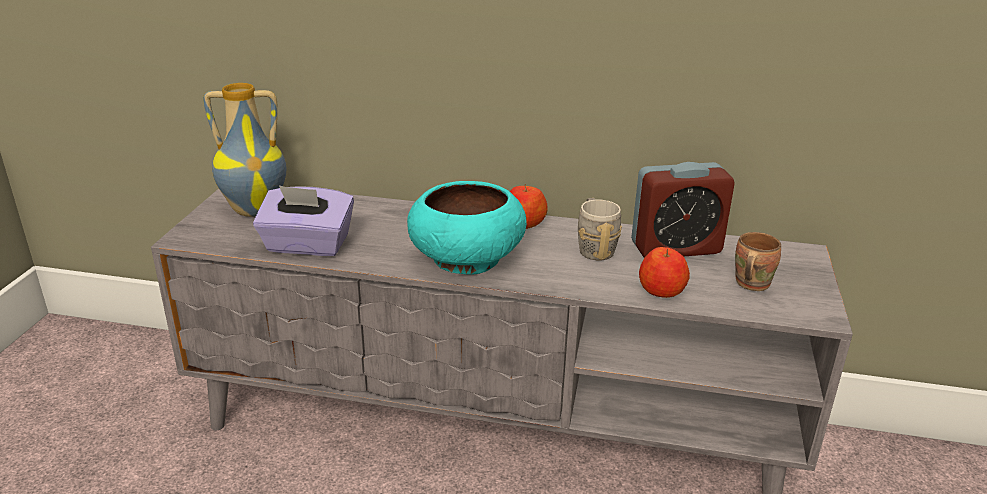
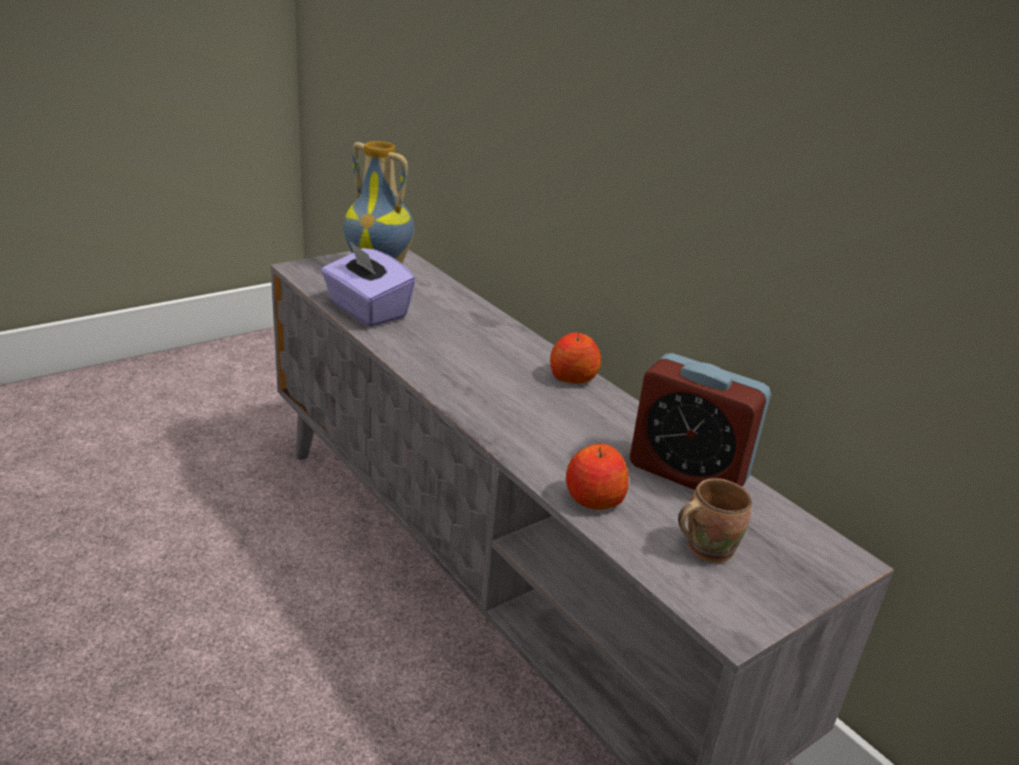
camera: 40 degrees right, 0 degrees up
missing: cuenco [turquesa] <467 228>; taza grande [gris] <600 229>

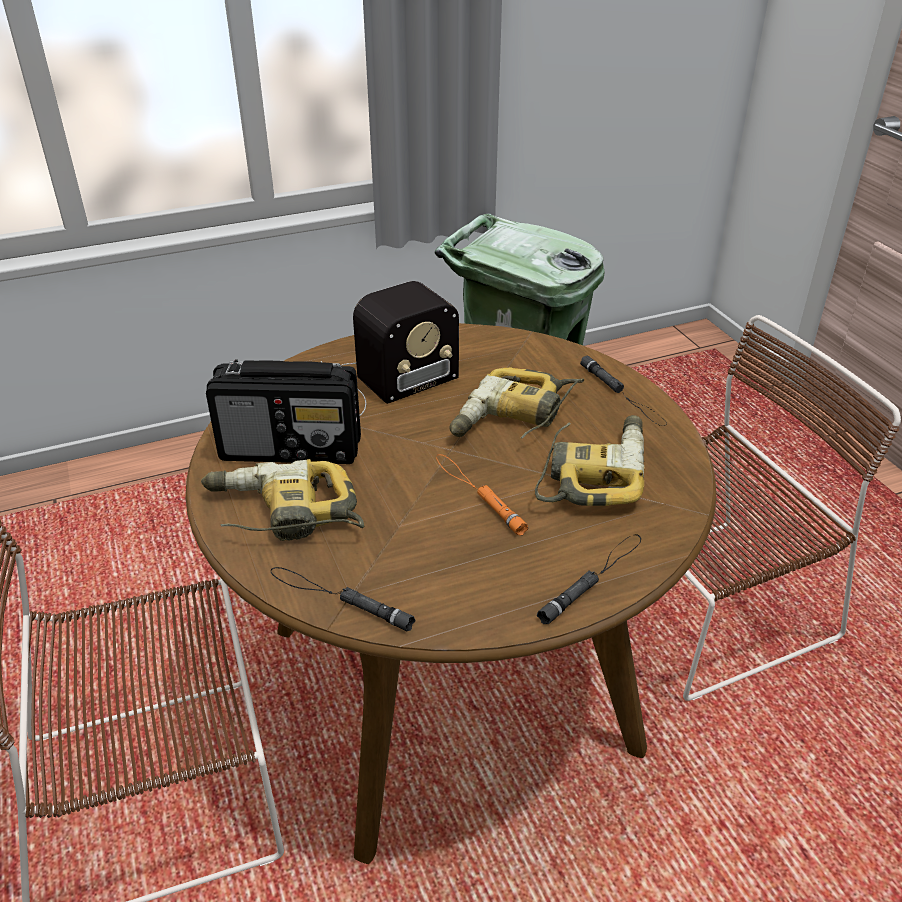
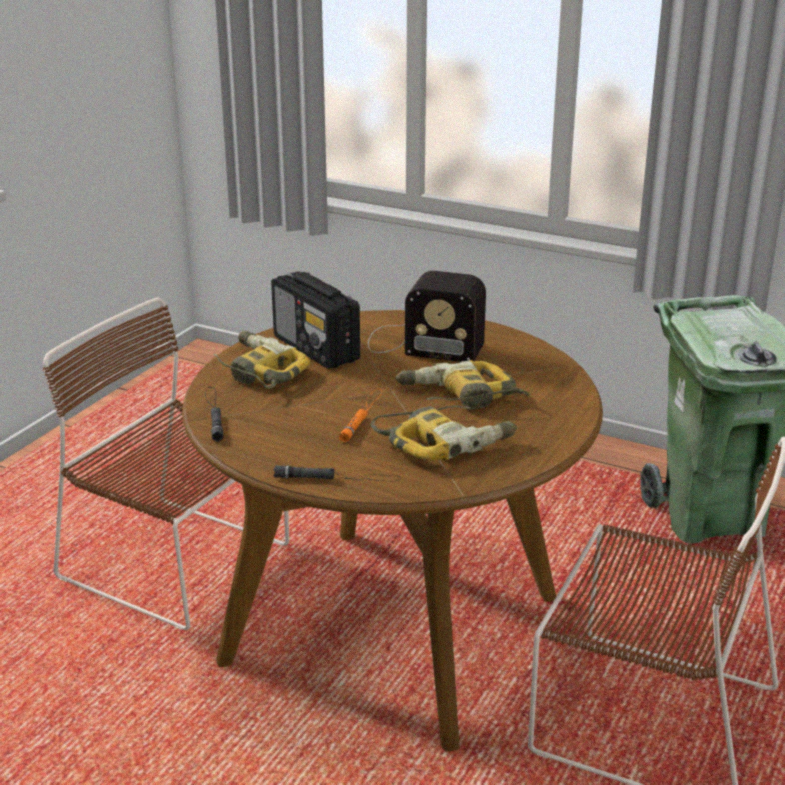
camera: 50 degrees right, 10 degrees down
missing: linterna [negro] <623 390>

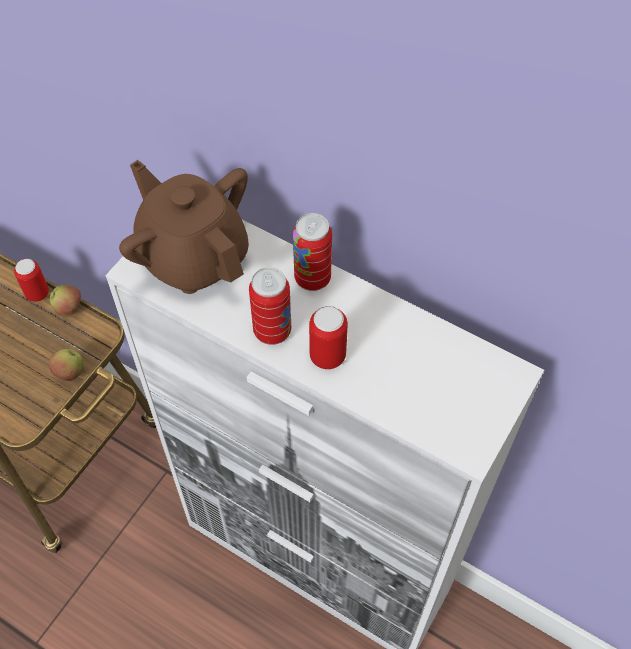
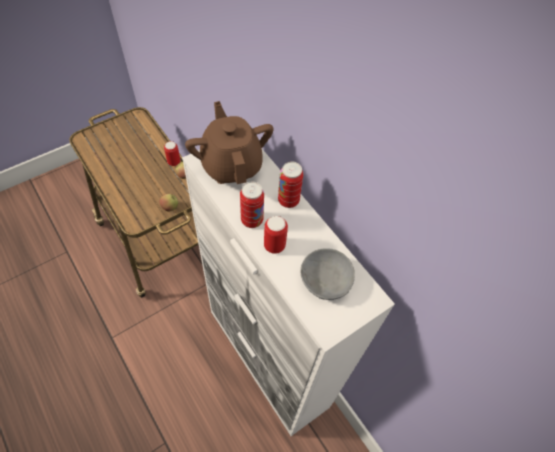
camera: 20 degrees right, 0 degrees up
appeared: cuenco [gris] <328 274>

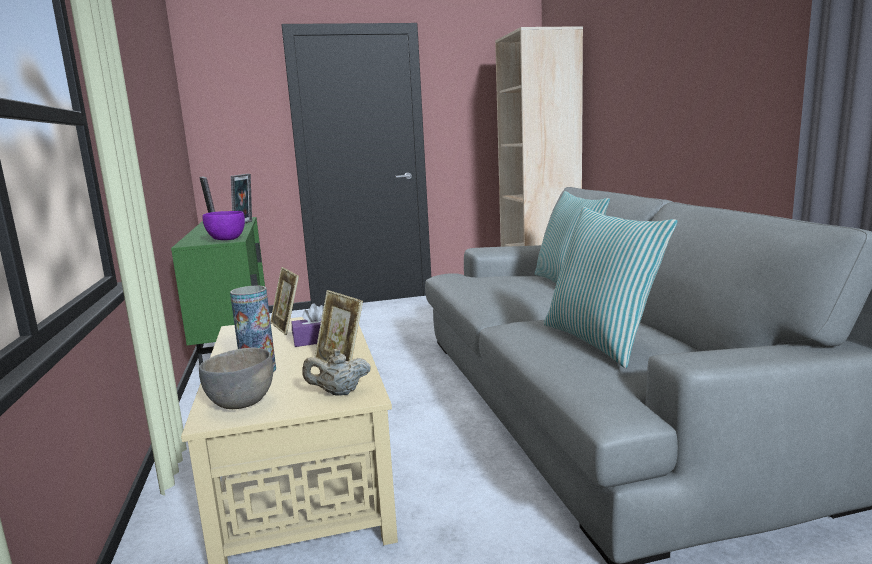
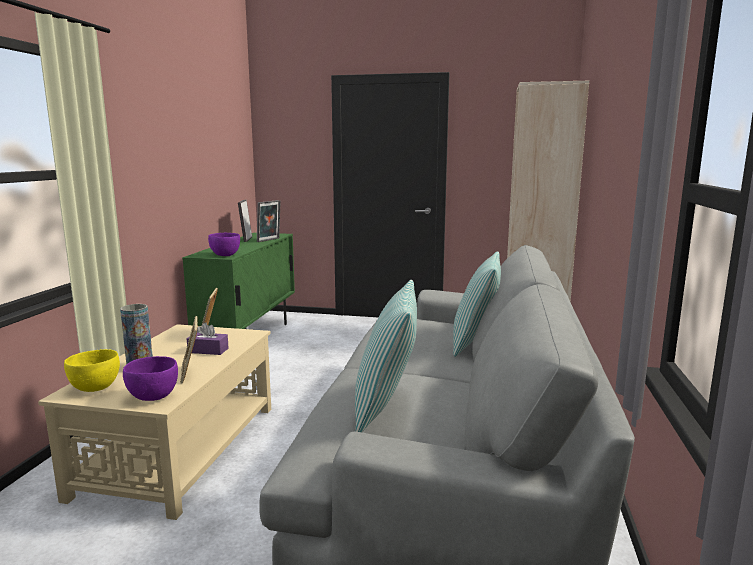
camera: 25 degrees right, 0 degrees up
exchanged: tetera [beis] <336 372> to cuenco [morado] <150 378>
colour: cuenco [gris] <236 378> to cuenco [amarillo] <92 370>

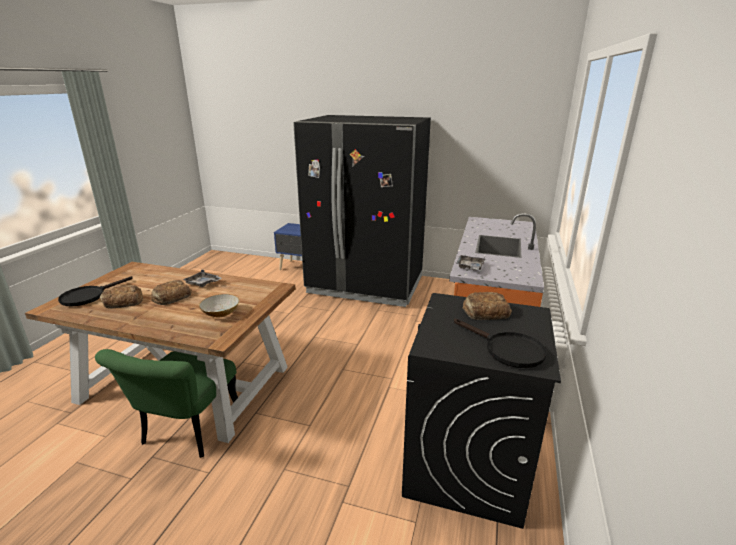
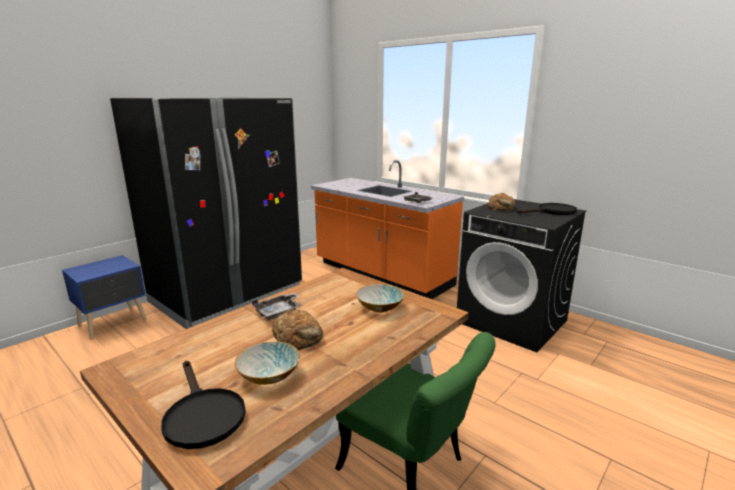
camera: 65 degrees left, 5 degrees down
exchanged: pan <121 297> to cuenco <267 363>

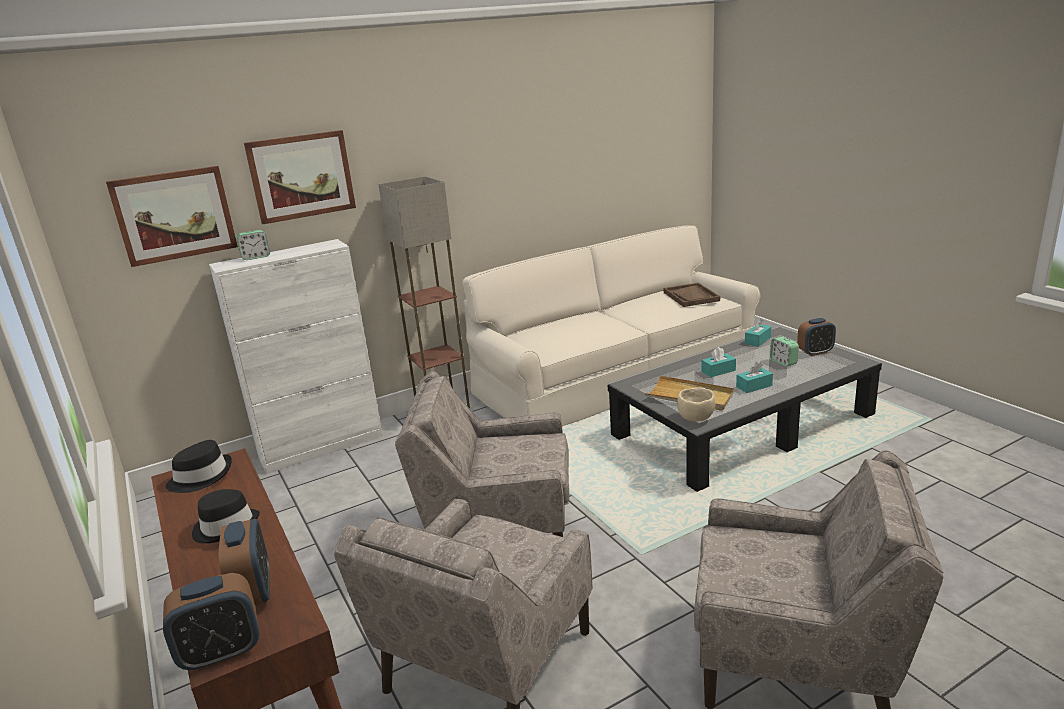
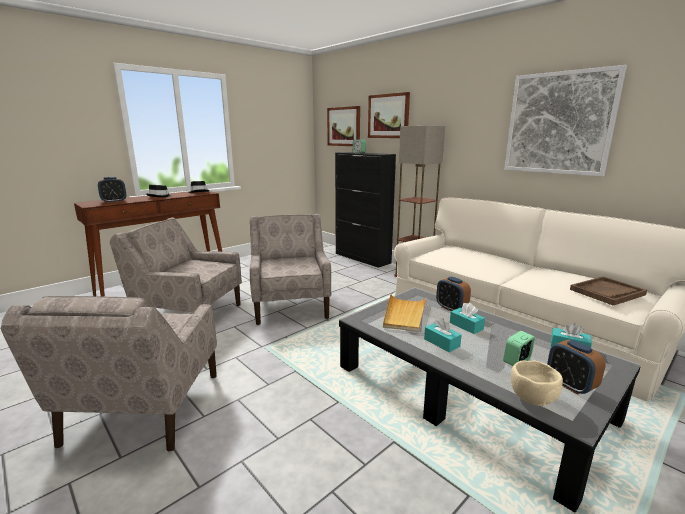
camera: 75 degrees right, 5 degrees down
appeared: cuadro <565 120>
relocated: despertador <211 622> to <453 294>; cuenco [beis] <696 404> to <537 383>
colour: armario [blanco] <296 356> to armario [negro] <365 210>

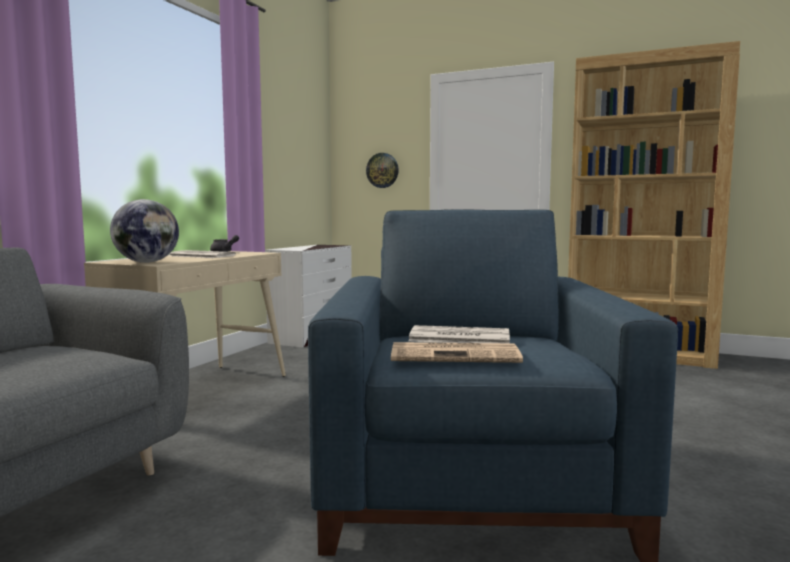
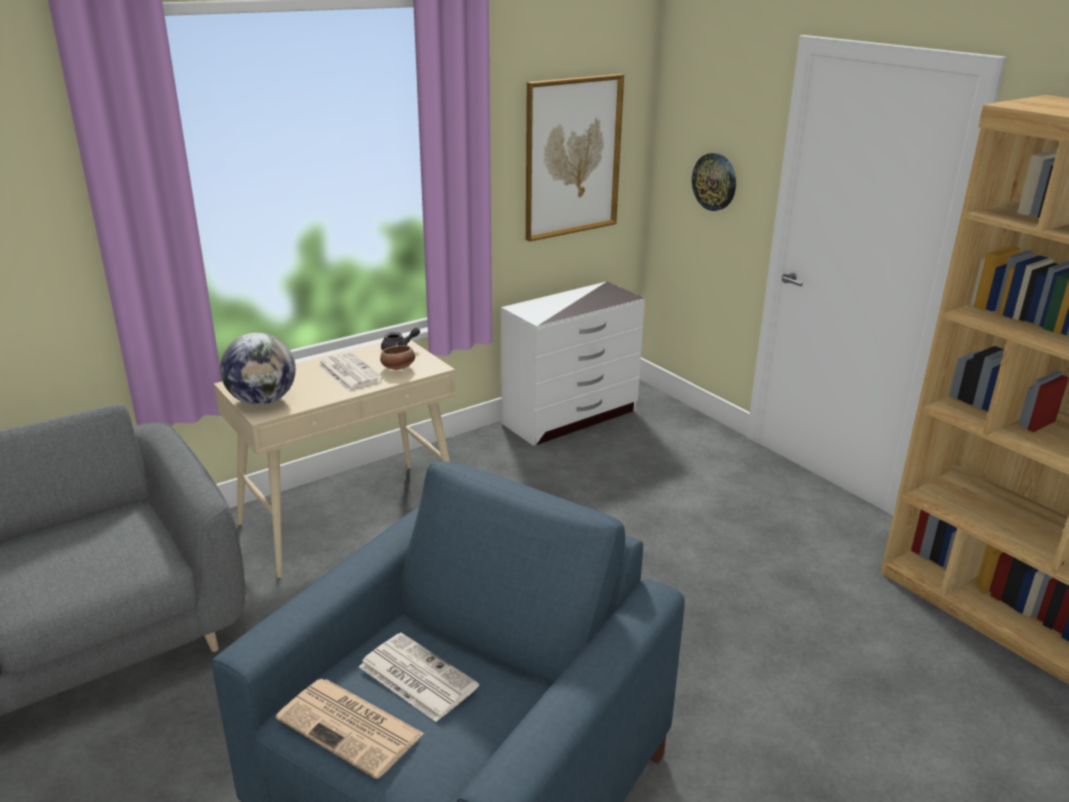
camera: 30 degrees right, 20 degrees up
appeared: cuenco <397 357>; cuadro <575 158>

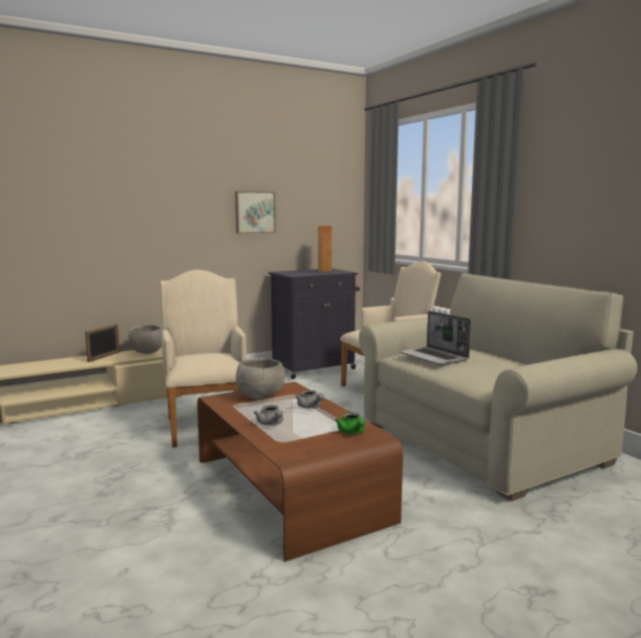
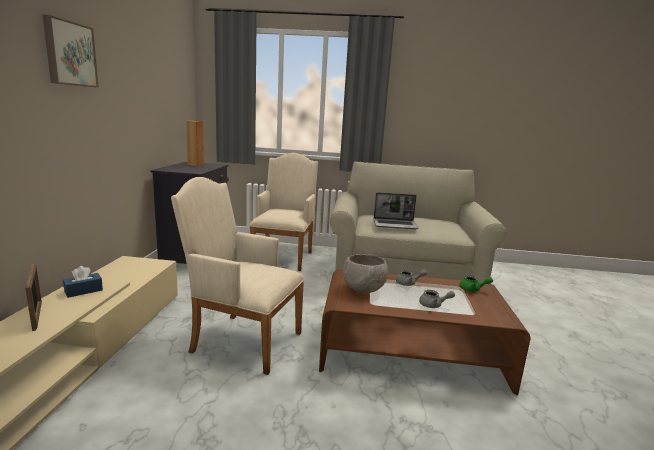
camera: 55 degrees left, 5 degrees up
relocated: cuadro <255 212> to <71 51>
exchanged: cuenco [gris] <145 339> to caja de pañuelos [azul] <83 282>

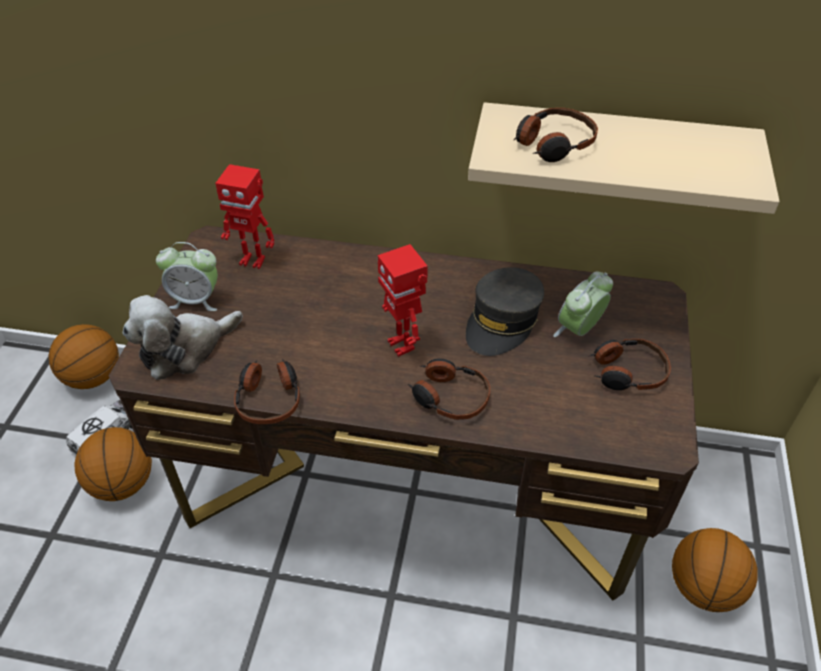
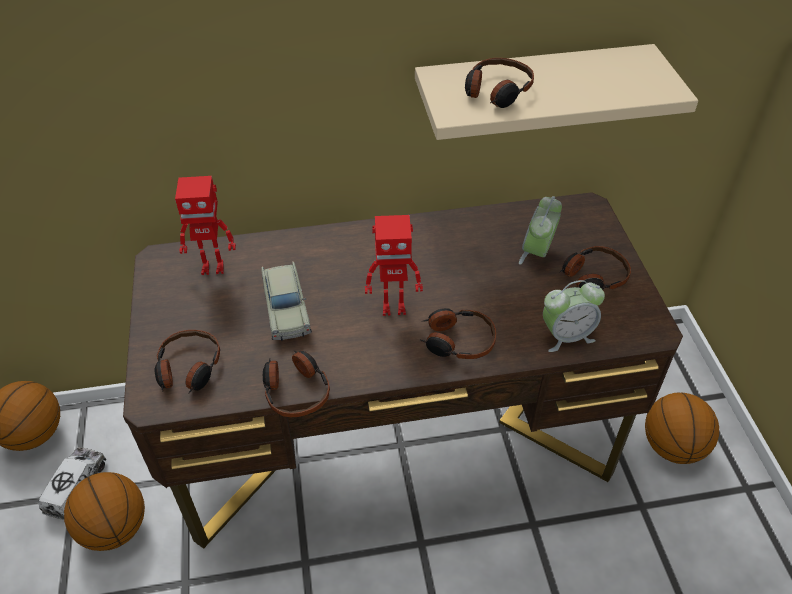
camera: 20 degrees left, 0 degrees up
missing: gorra [gris] <505 311>
appeared: coche de juguete [beis] <286 301>
relocated: despertador <187 276> to <574 316>
exchanged: peluche <182 337> to auriculares <187 362>
spun: robot de juguete <403 300> = <394 265> 45 degrees counterclockwise

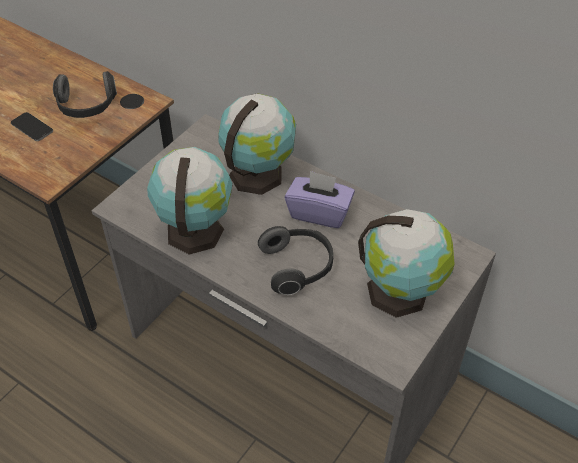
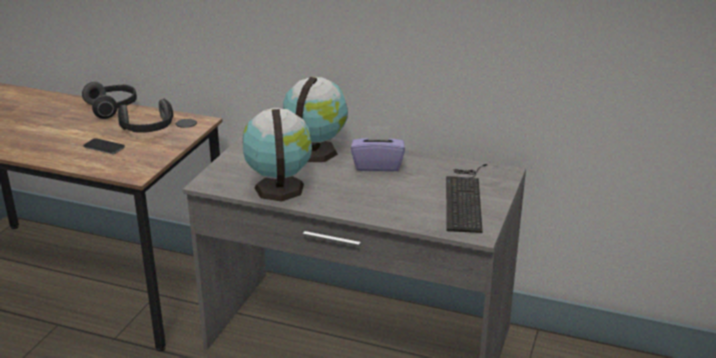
camera: 15 degrees left, 20 degrees down
relocated: auriculares <295 260> to <109 100>
exchanged: globo terráqueo <406 263> to teclado <467 198>

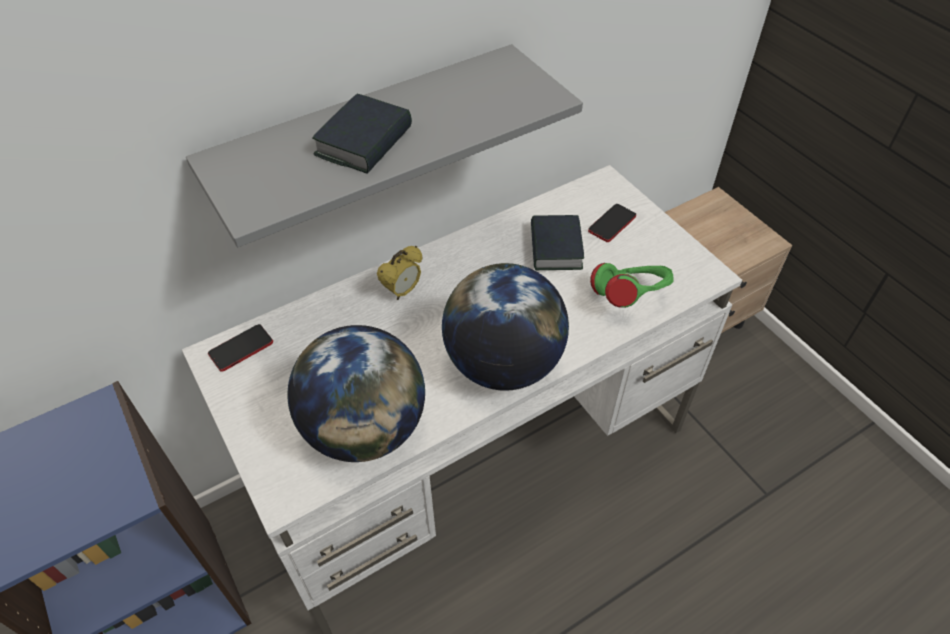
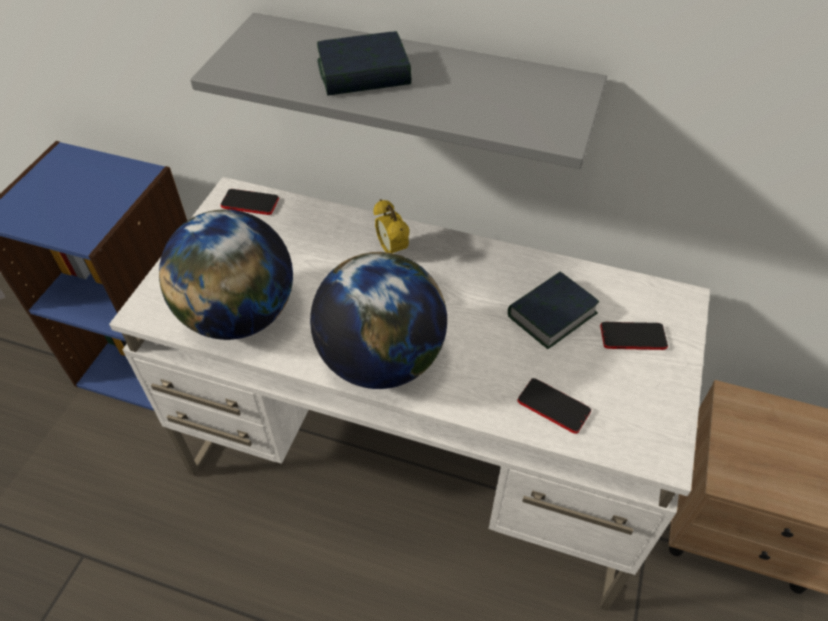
camera: 50 degrees right, 0 degrees up
exchanged: auriculares [verde] <632 285> to móvil <554 406>
spun: despertador <399 273> = <391 226> 60 degrees clockwise

